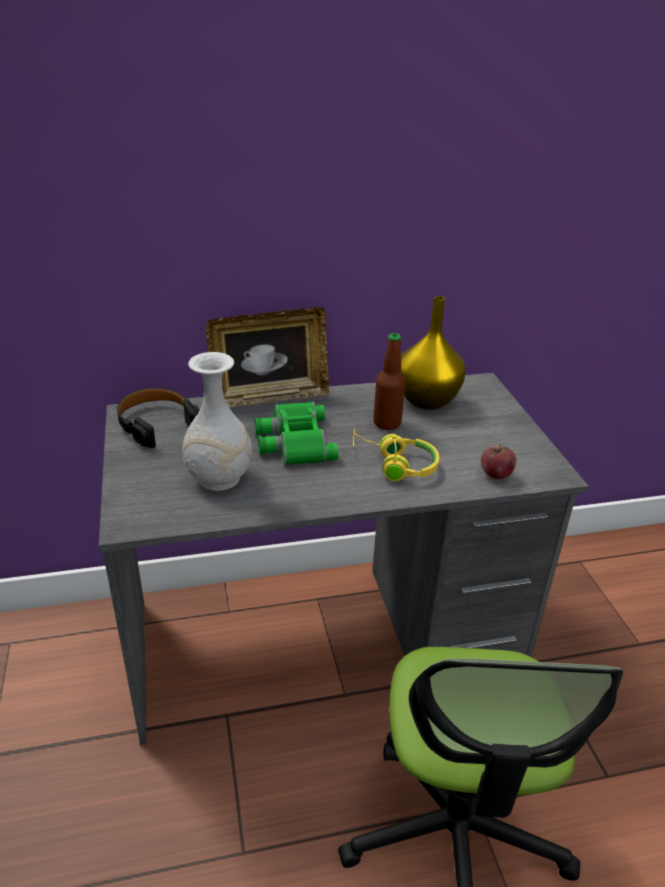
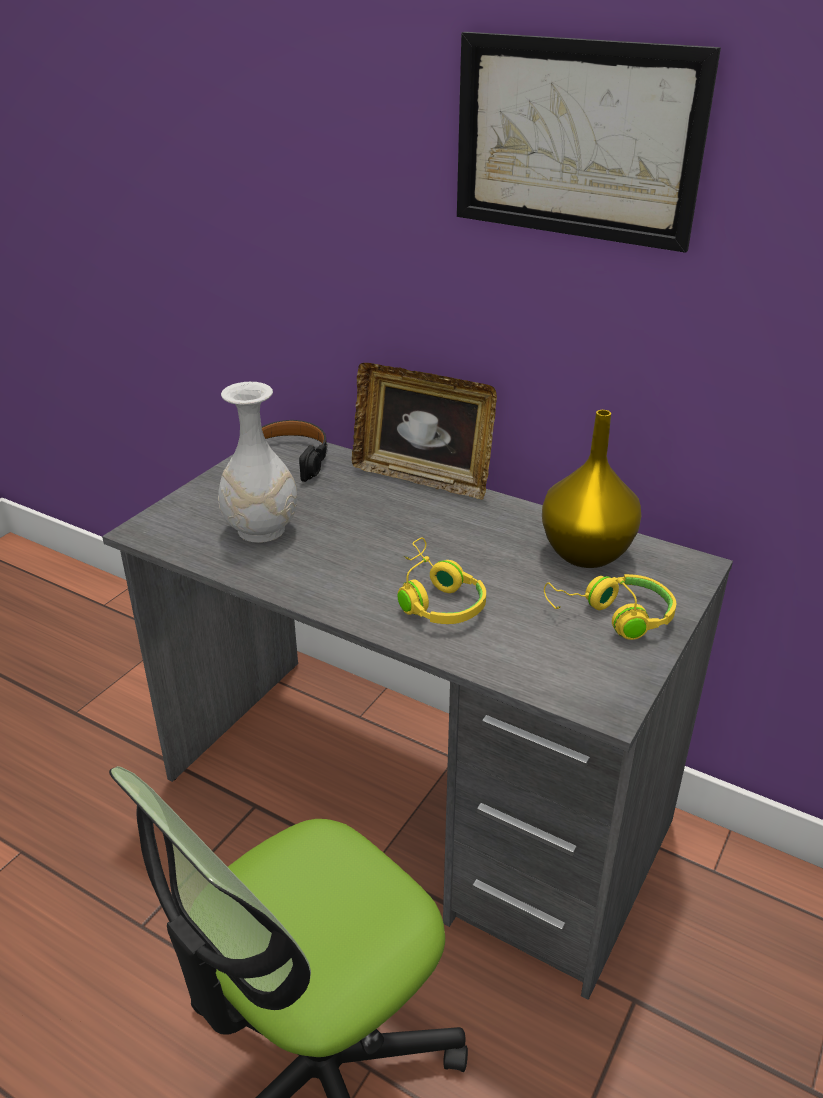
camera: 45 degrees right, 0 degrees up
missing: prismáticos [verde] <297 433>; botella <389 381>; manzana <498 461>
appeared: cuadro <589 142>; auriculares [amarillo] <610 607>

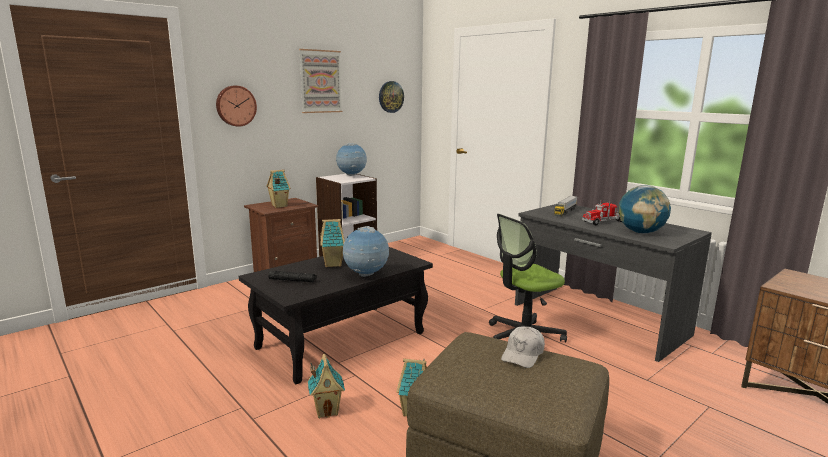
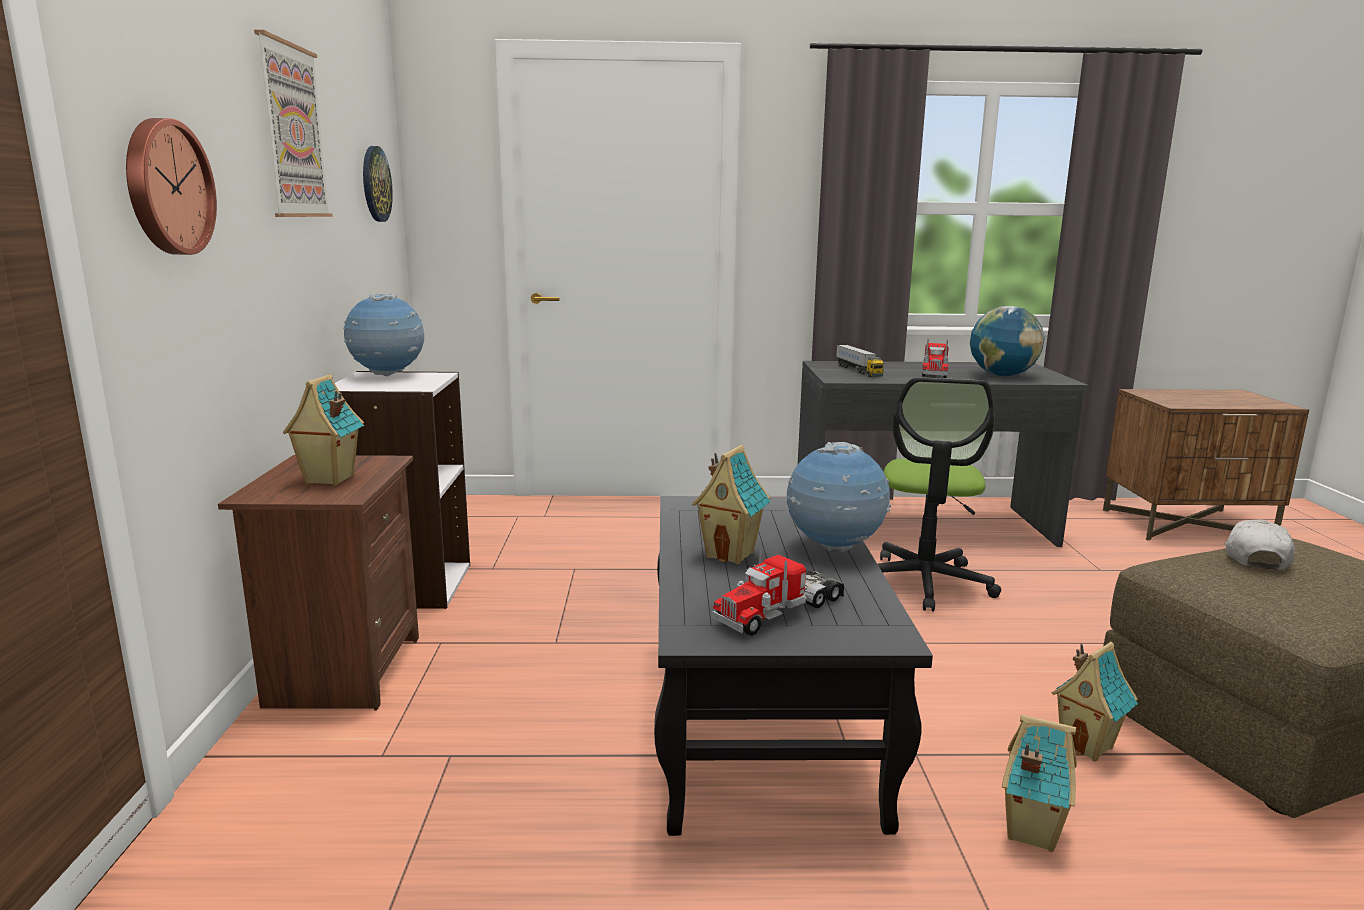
camera: 50 degrees left, 0 degrees up
exchanged: linterna [negro] <292 276> to camión de juguete <778 593>
spun: gorra [blanco] <523 347> = <1259 544> 135 degrees counterclockwise

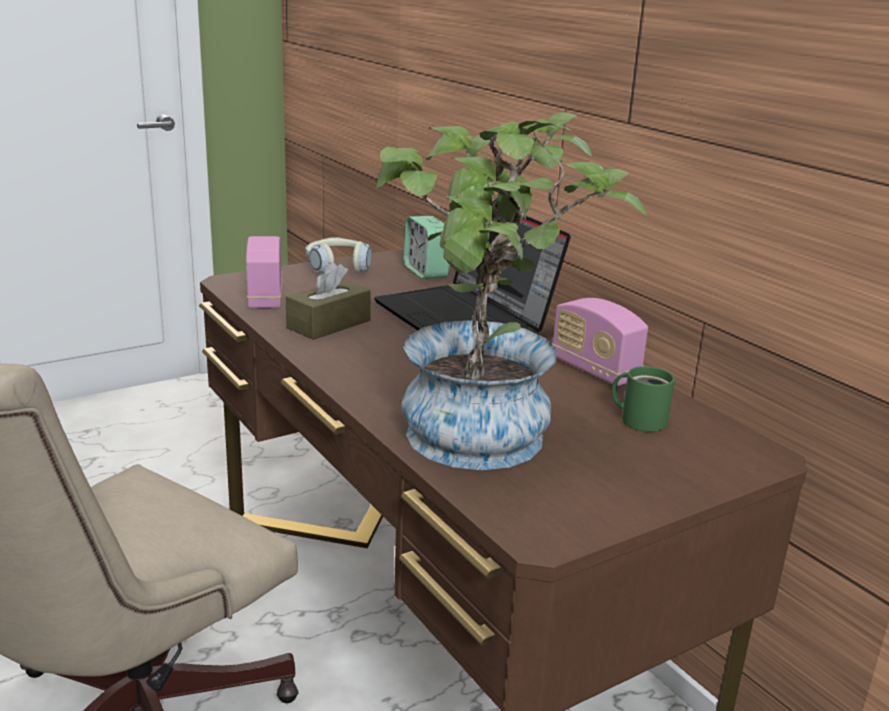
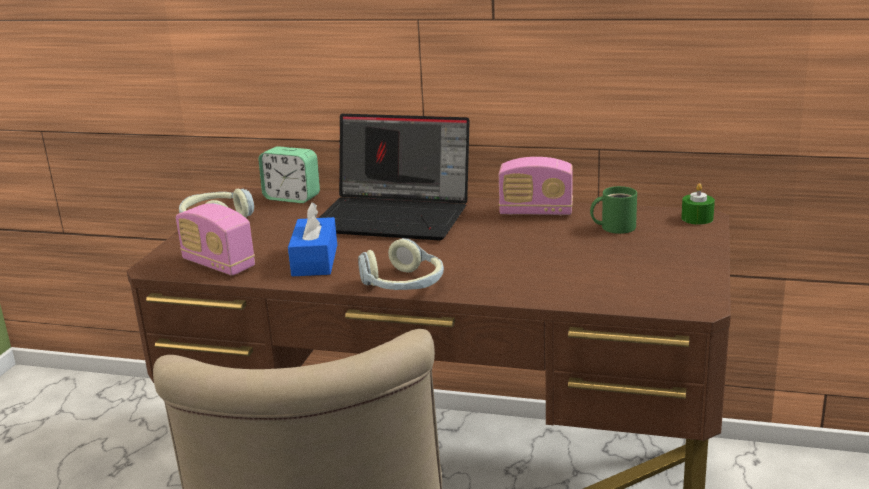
camera: 40 degrees left, 0 degrees up
missing: planta en maceta <510 291>
appeared: auriculares <401 264>; vela [verde] <698 204>
colour: caja de pañuelos [marrón] <328 301> to caja de pañuelos [azul] <312 239>

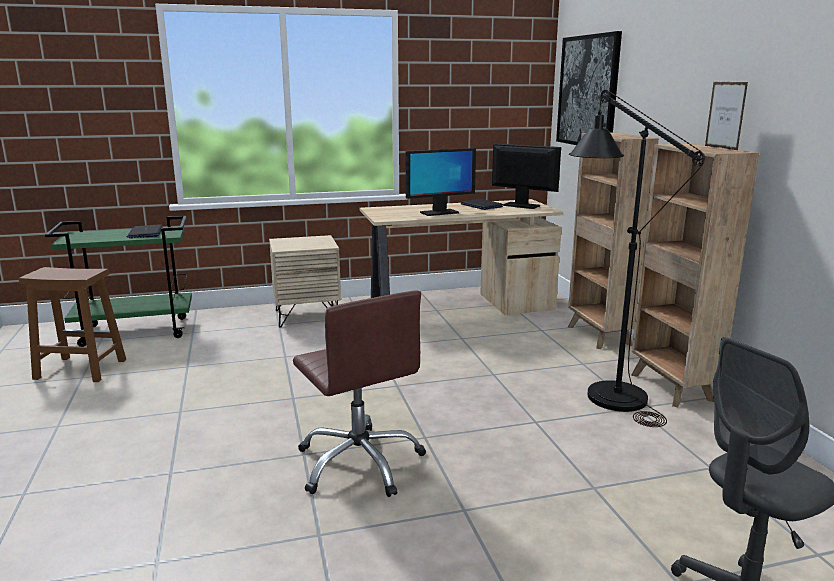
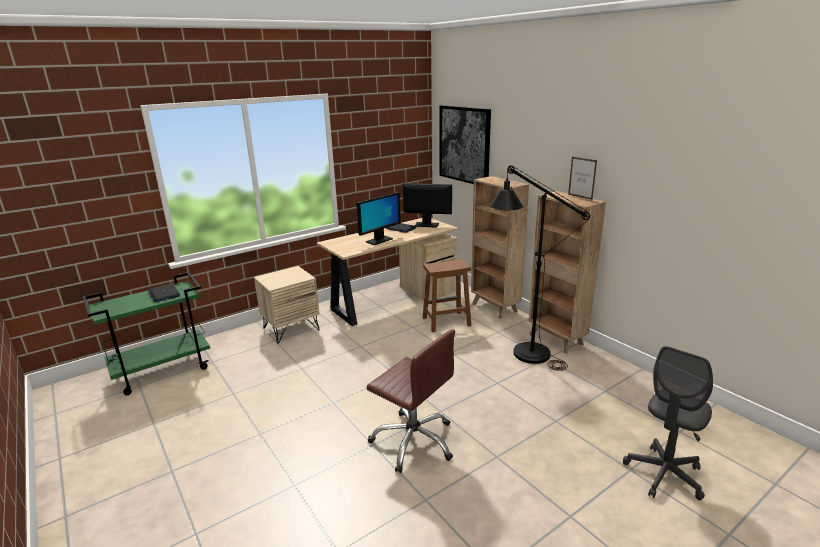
camera: 20 degrees left, 5 degrees up
relocated: taburete [marrón] <72 324> to <447 295>

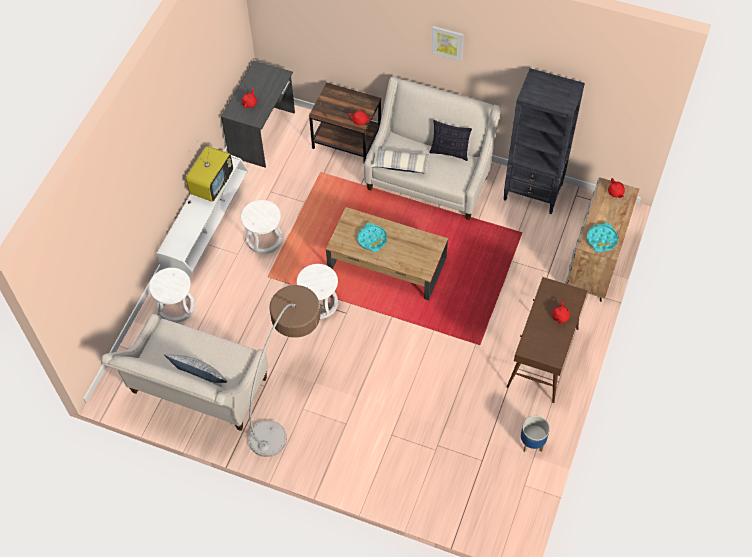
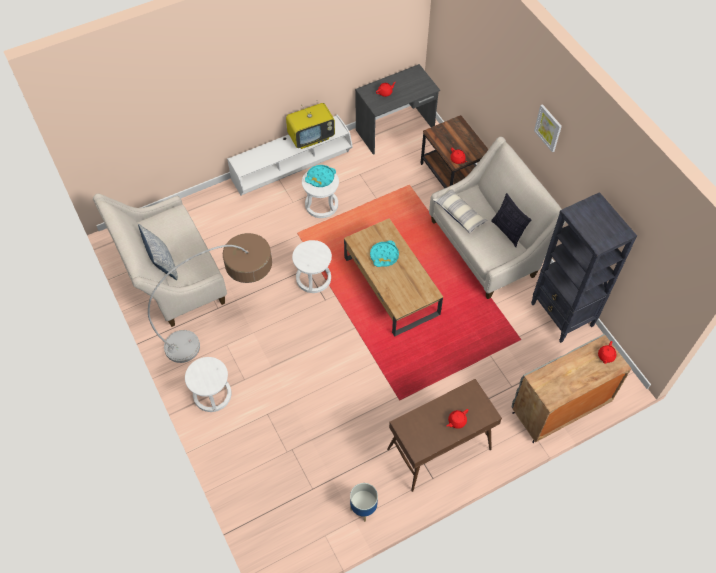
camera: 40 degrees right, 0 degrees up
relocated: taburete [blanco] <172 295> to <208 384>; bandeja [turquesa] <602 237> to <320 176>

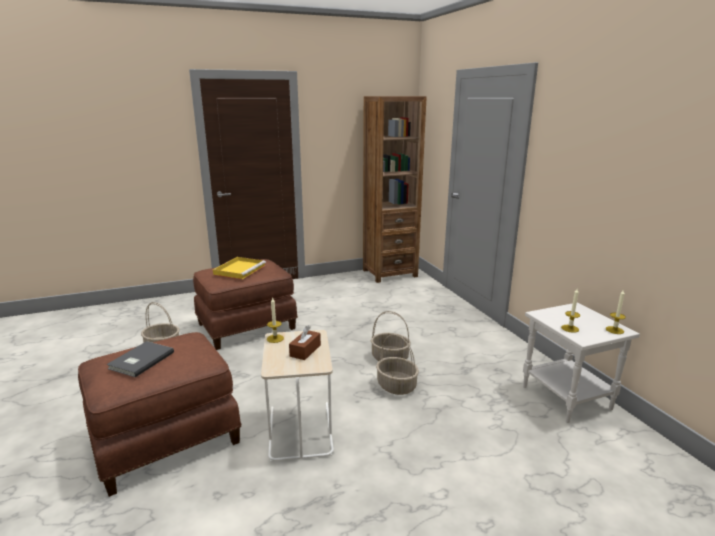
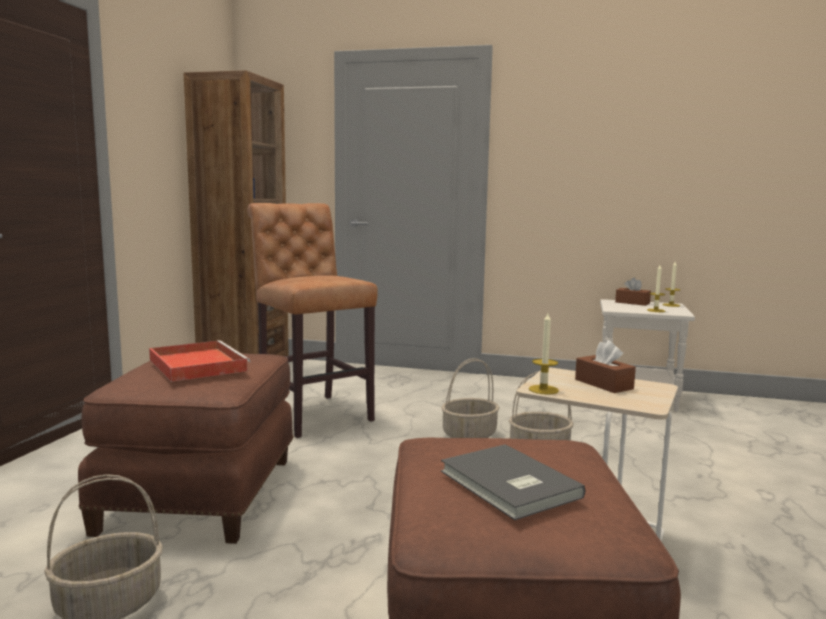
camera: 55 degrees left, 10 degrees down
appeared: taburete [marrón] <312 320>; caja de pañuelos [marrón] <633 292>
colour: bandeja [amarillo] <239 268> to bandeja [rojo] <199 361>

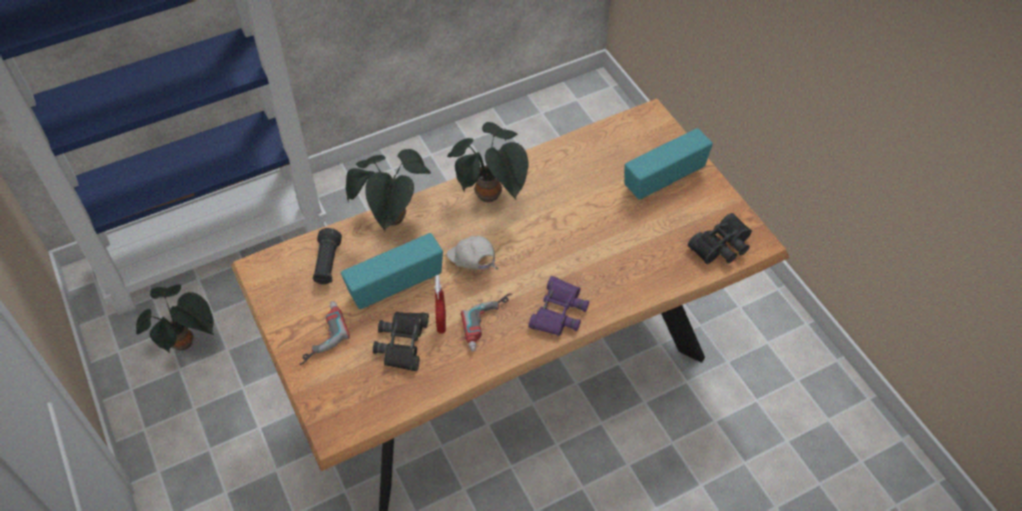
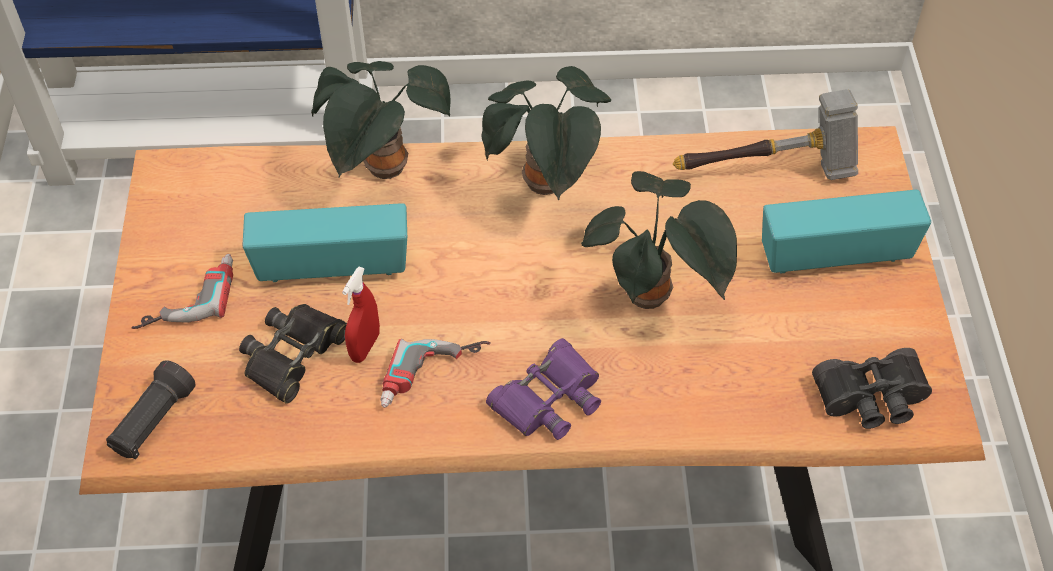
camera: 25 degrees right, 0 degrees up
missing: gorra [blanco] <472 253>
appeared: martillo <765 134>
relocated: planta en maceta <175 319> to <659 240>; linterna [negro] <327 256> to <150 409>

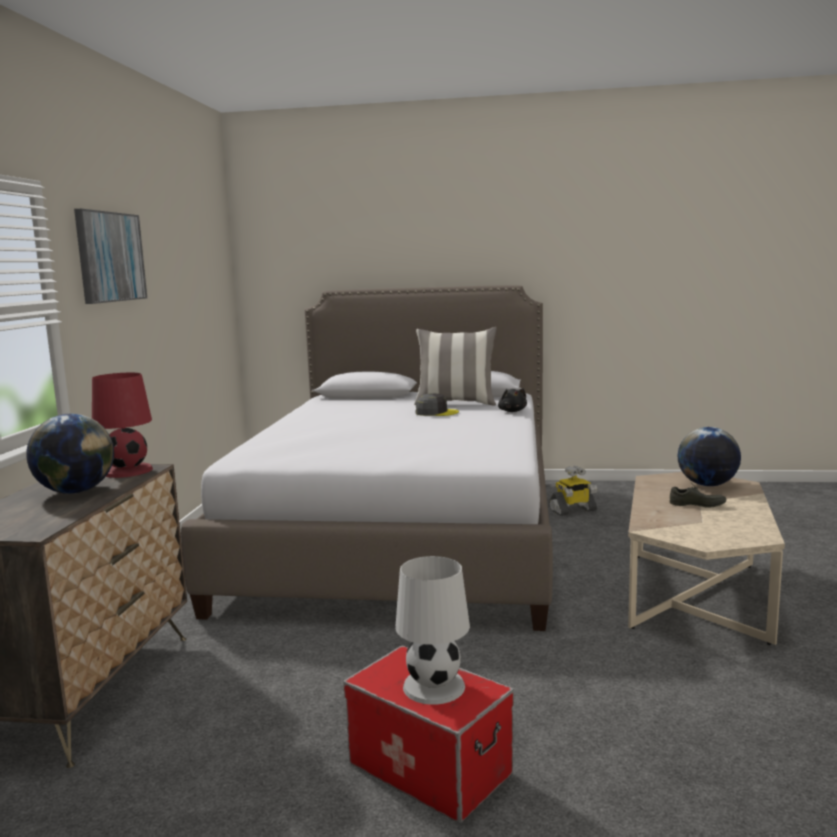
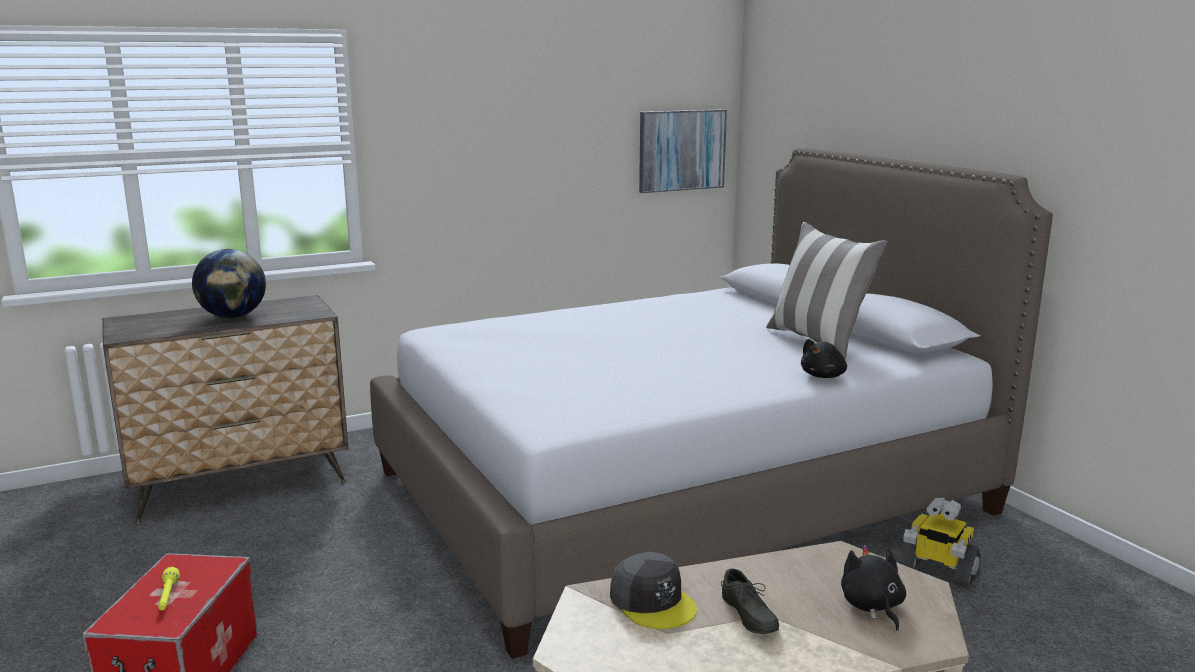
camera: 55 degrees right, 5 degrees up
missing: lámpara de mesa [rojo] <122 425>
relocated: cuadro <110 256> to <683 151>; gorra [gris] <437 404> to <653 590>
exchanged: lámpara de mesa [blanco] <432 630> to linterna [amarillo] <169 588>; globo terráqueo <709 456> to peluche [negro] <873 588>

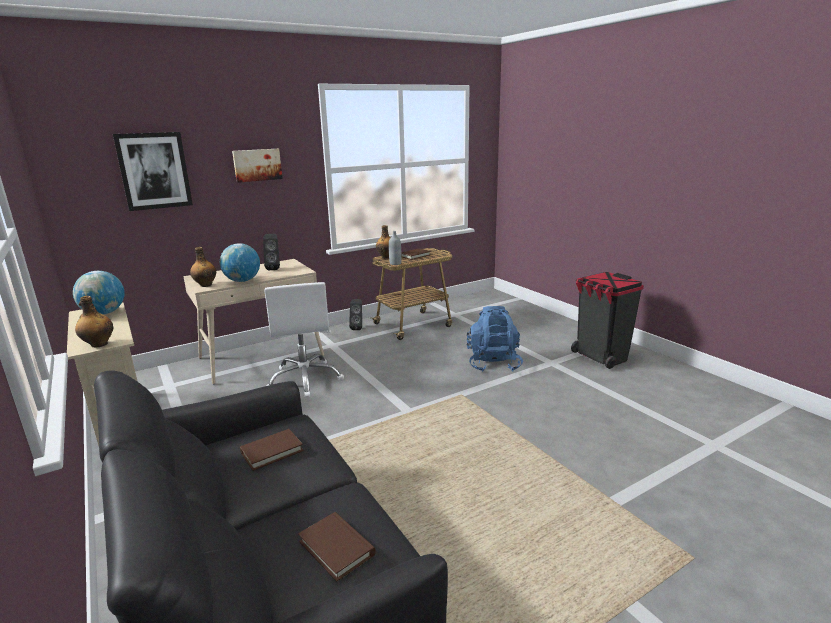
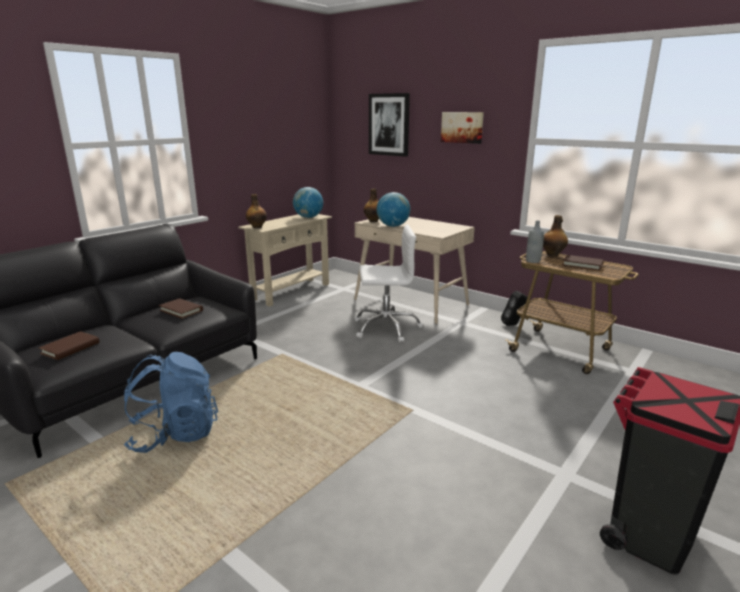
camera: 70 degrees right, 0 degrees up
missing: altavoz [negro] <271 252>
relocated: mochila [azul] <495 339> to <171 402>
spun: silla de oficina [blanco] <304 340> = <388 283> 150 degrees counterclockwise

